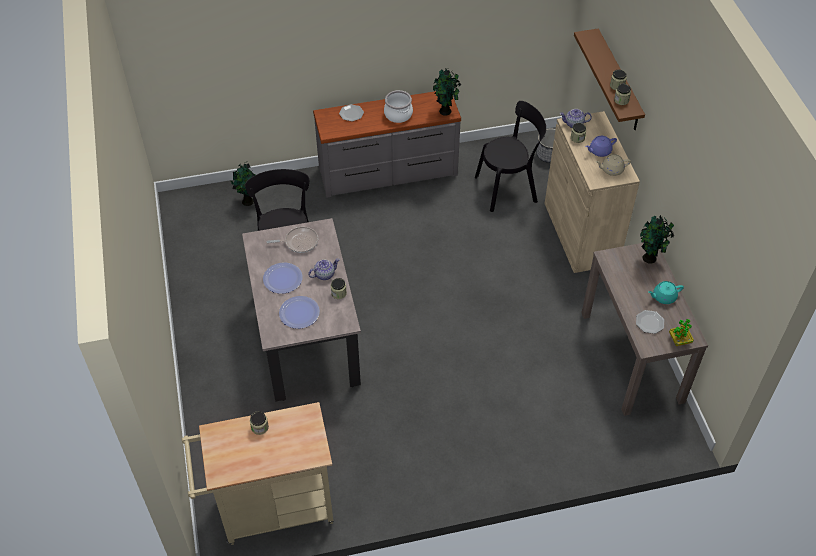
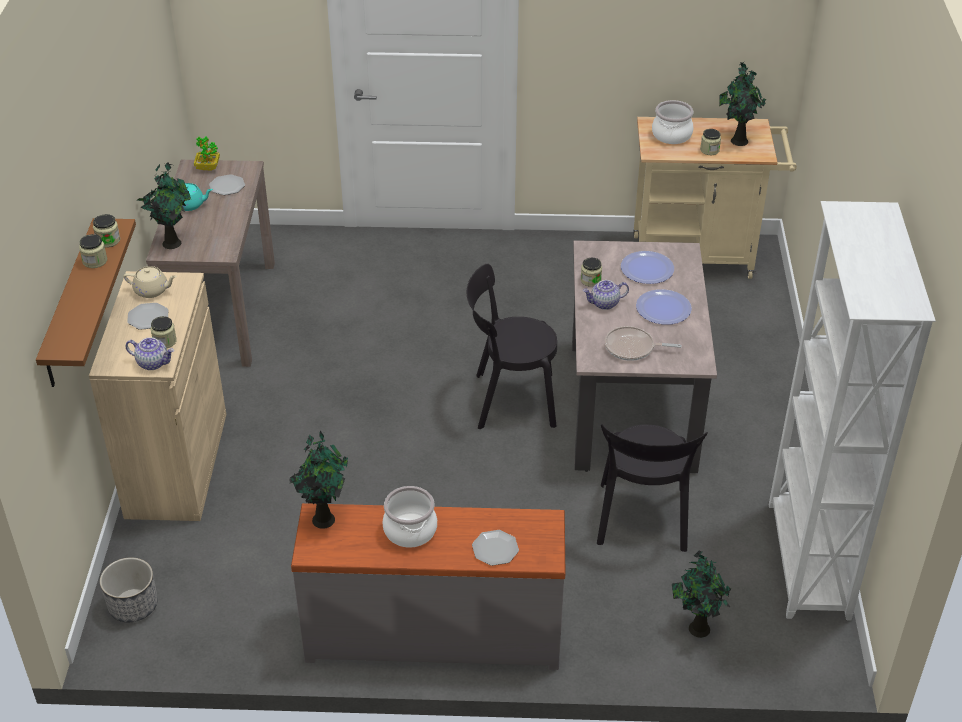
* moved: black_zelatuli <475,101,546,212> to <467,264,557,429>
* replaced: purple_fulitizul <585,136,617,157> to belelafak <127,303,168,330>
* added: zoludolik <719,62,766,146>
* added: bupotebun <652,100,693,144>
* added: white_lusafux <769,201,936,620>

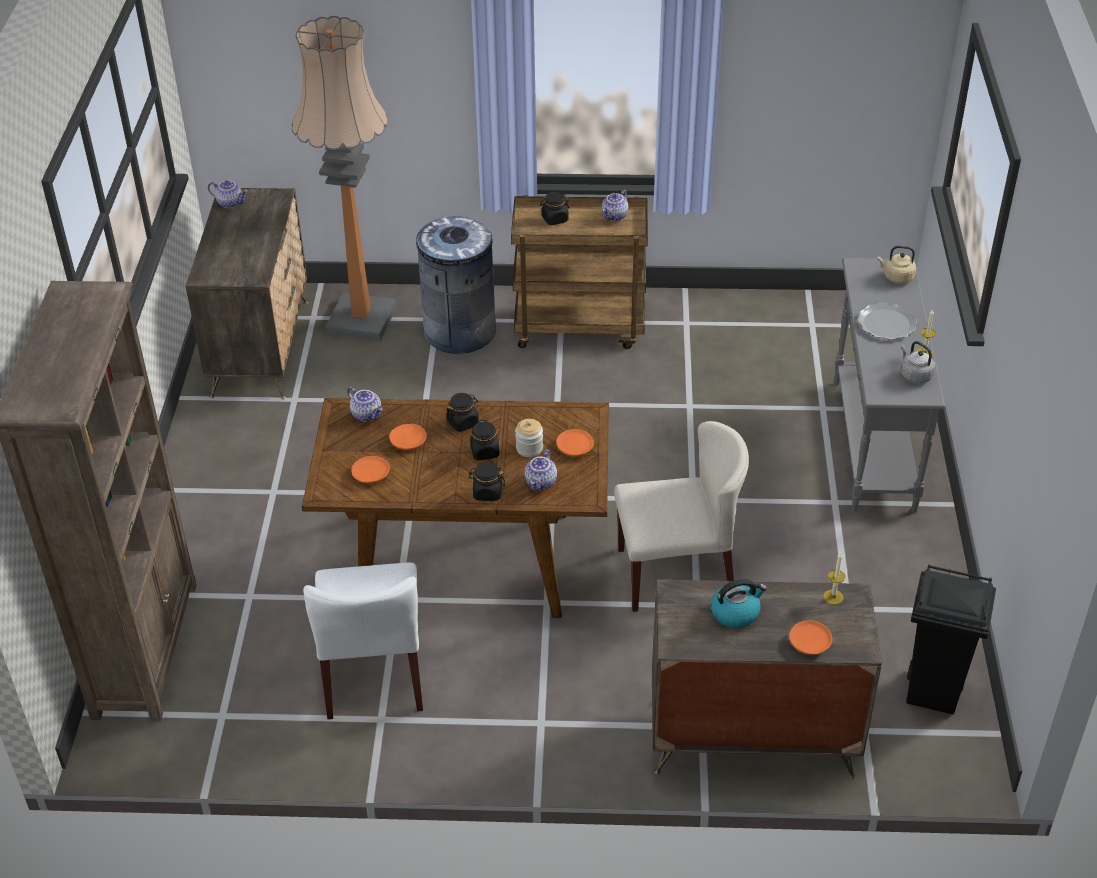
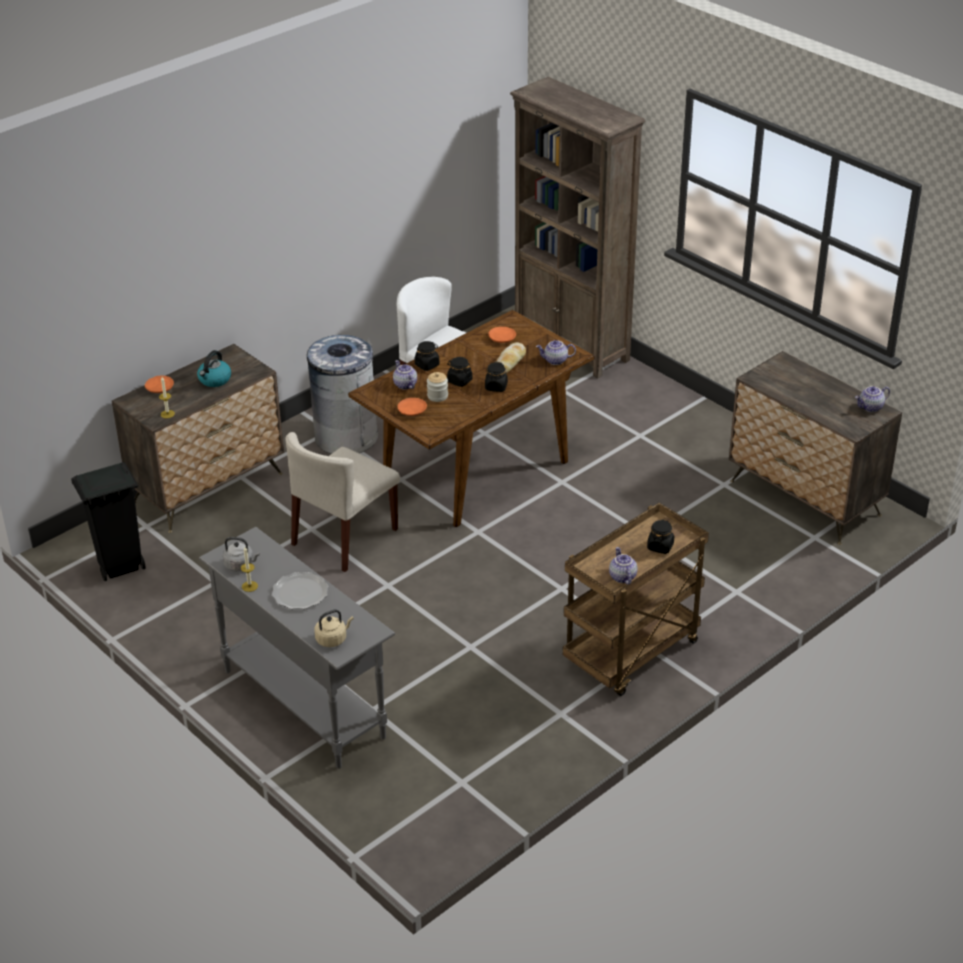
* removed: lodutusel <292,16,397,341>
* moved: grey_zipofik <414,216,496,354> to <307,335,378,454>
* replaced: orange_belelafak <389,424,427,450> to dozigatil <496,343,526,373>

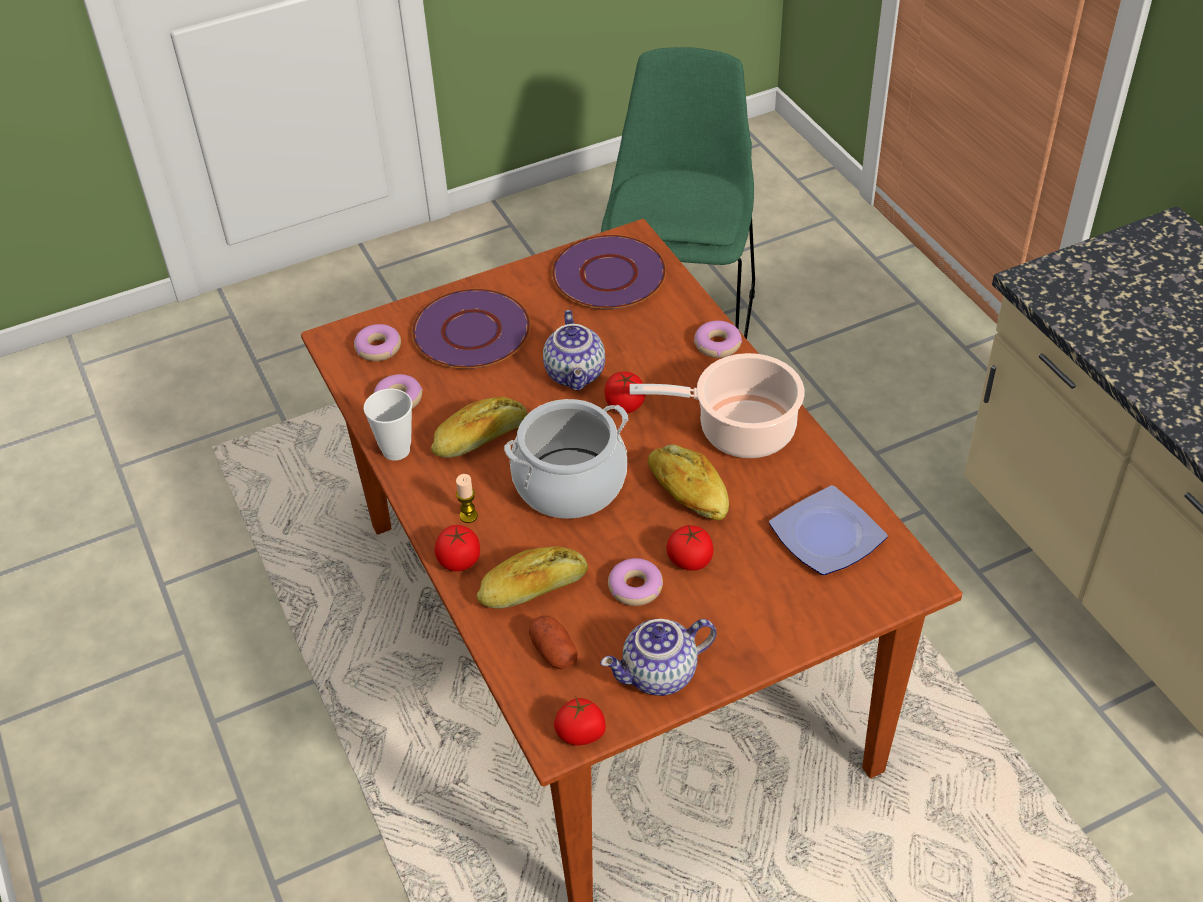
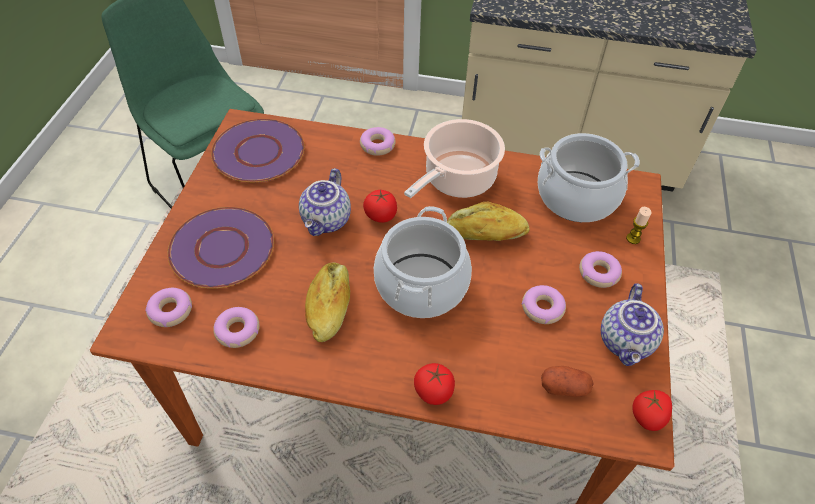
* turned: fulitizul <543,310,605,391> = <299,168,351,236> 75 degrees clockwise
* removed: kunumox <363,389,412,461>
* moved: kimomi <456,474,478,523> to <626,207,652,244>
* replaced: belelafak <769,485,888,575> to bupotebun <538,133,640,222>
* removed: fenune <666,525,713,571>
* removed: dozigatil <476,546,588,609>
* added: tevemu <579,251,622,288>

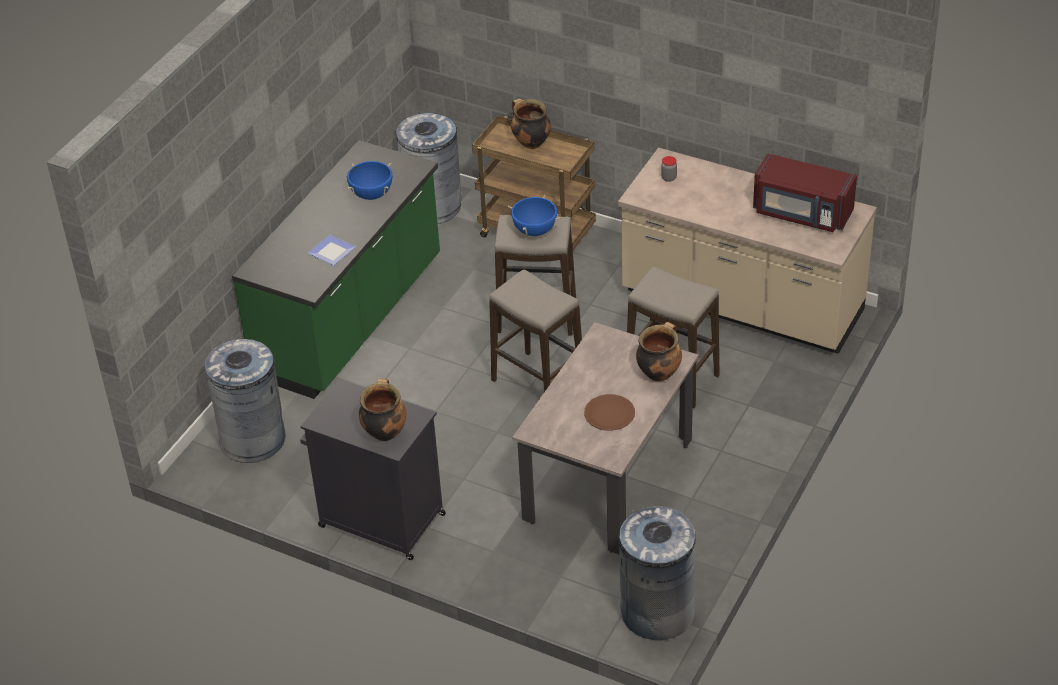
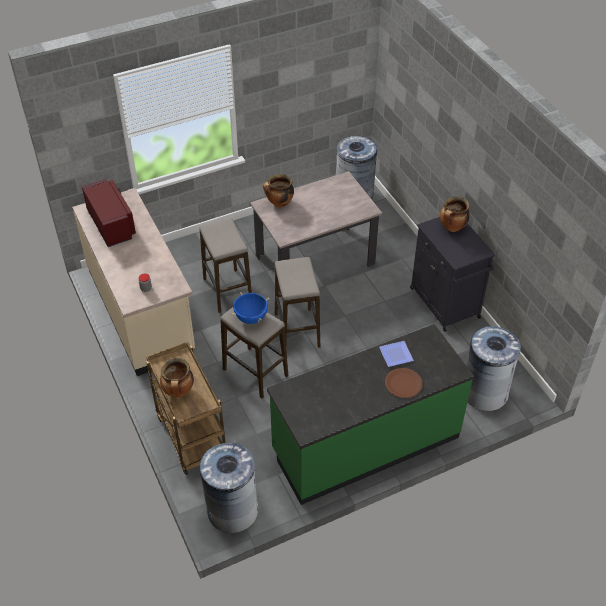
* removed: blue_bupotebun <347,161,393,200>
* moved: brown_belelafak <584,394,635,431> to <385,368,422,398>

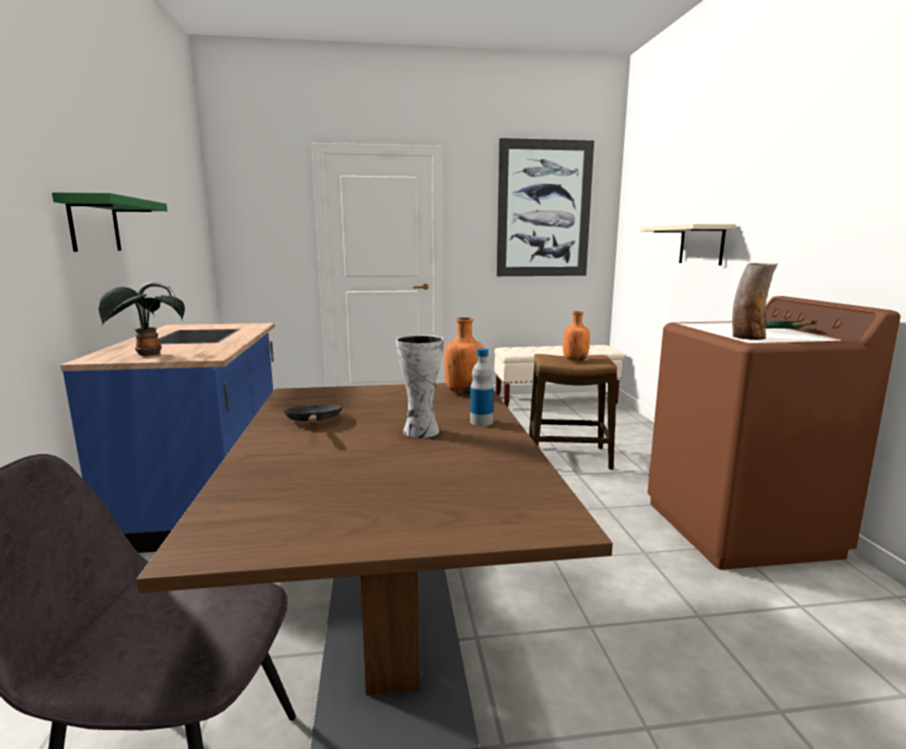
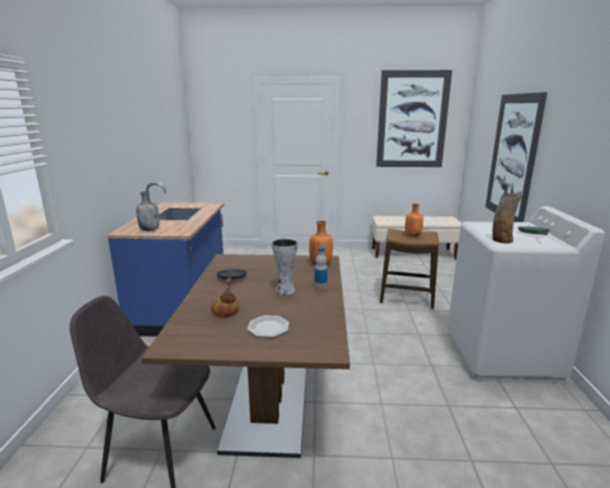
* removed: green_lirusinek <52,192,167,252>
* replaced: beige_lirusinek <641,224,736,265> to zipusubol <485,92,547,222>
* replaced: zoludolik <99,287,185,356> to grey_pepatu <136,192,159,231>
* recoloured: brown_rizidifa <647,296,900,570> to white_rizidifa <448,206,605,383>
* added: dozigatil <211,291,240,318>
* added: belelafak <247,315,289,337>

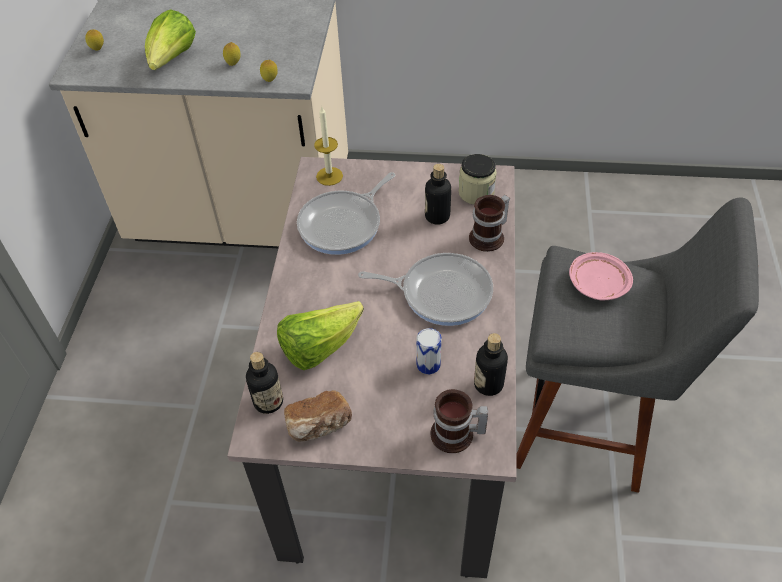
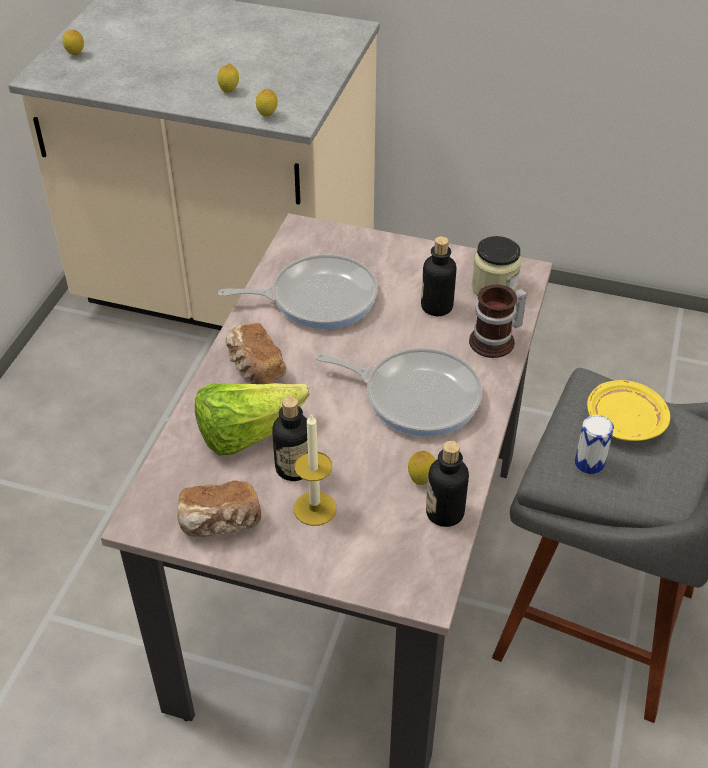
* removed: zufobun <145,9,196,70>
* moved: kimomi <314,105,343,186> to <294,413,336,526>
* turned: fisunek <297,172,396,255> = <218,254,378,329> 150 degrees counterclockwise
* recoloured: pink_belelafak <569,252,633,300> to yellow_belelafak <587,380,670,441>
* moved: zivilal <416,328,442,374> to <575,415,614,474>
* moved: pepatu <246,352,283,414> to <272,396,308,481>
* removed: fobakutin <430,389,488,453>
* added: dozigatil <225,323,286,384>
* added: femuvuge <408,450,435,485>

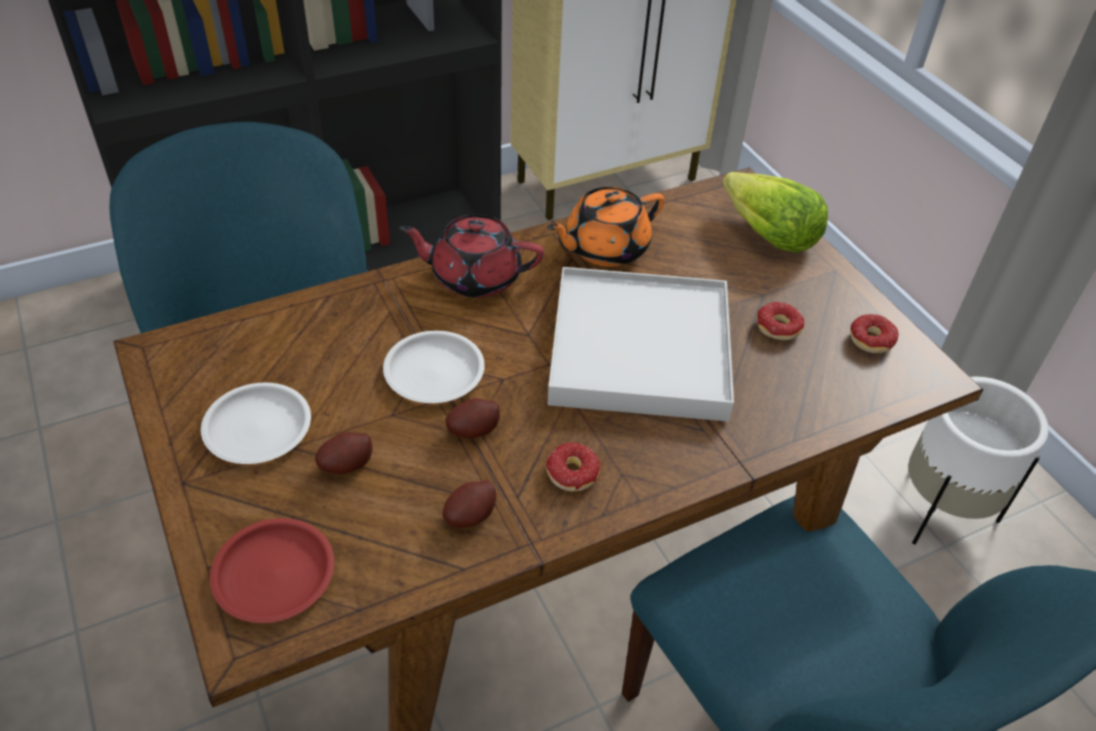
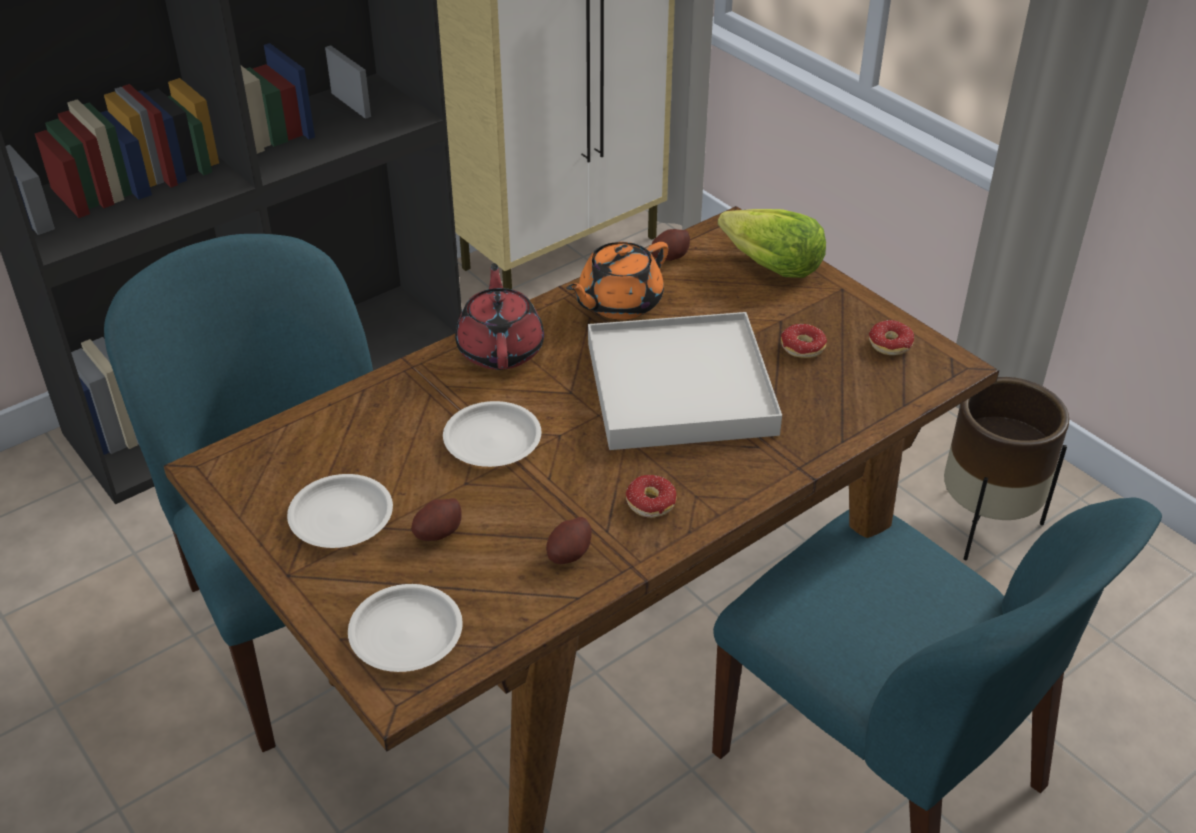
* turned: red_fulitizul <399,214,544,298> = <455,263,544,370> 90 degrees clockwise
* recoloured: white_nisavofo <908,377,1049,545> to brown_nisavofo <944,377,1069,561>
* moved: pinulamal <445,398,500,438> to <651,229,690,261>
* recoloured: red_belelafak <210,518,334,623> to white_belelafak <348,584,463,672>

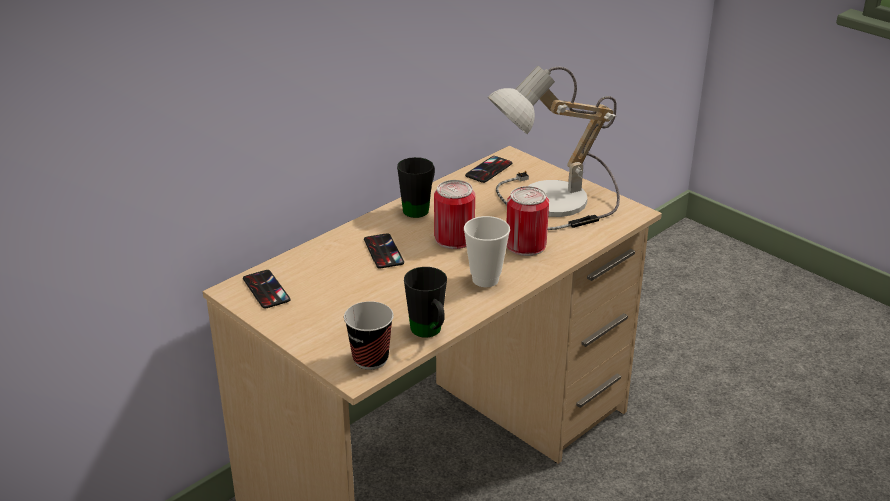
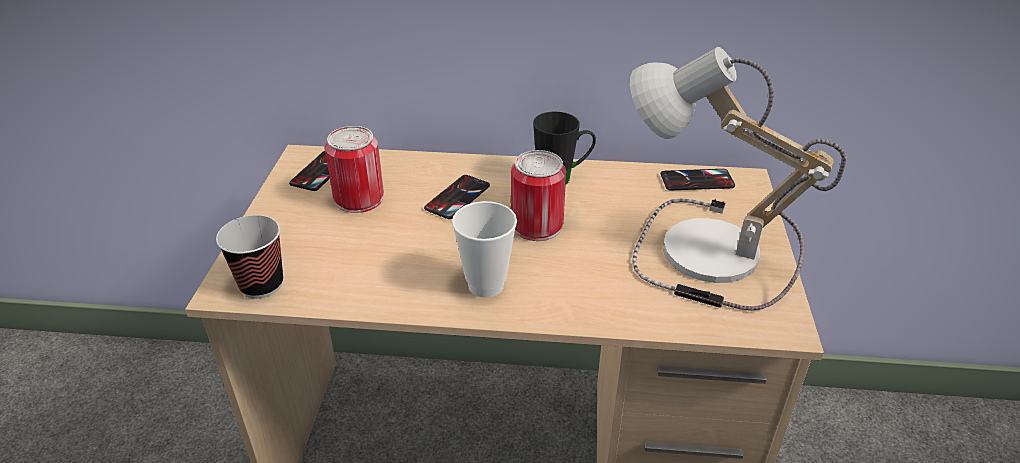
* moved: zivilal <507,186,549,256> to <325,126,384,213>
* removed: black_fobakutin <404,267,447,338>

